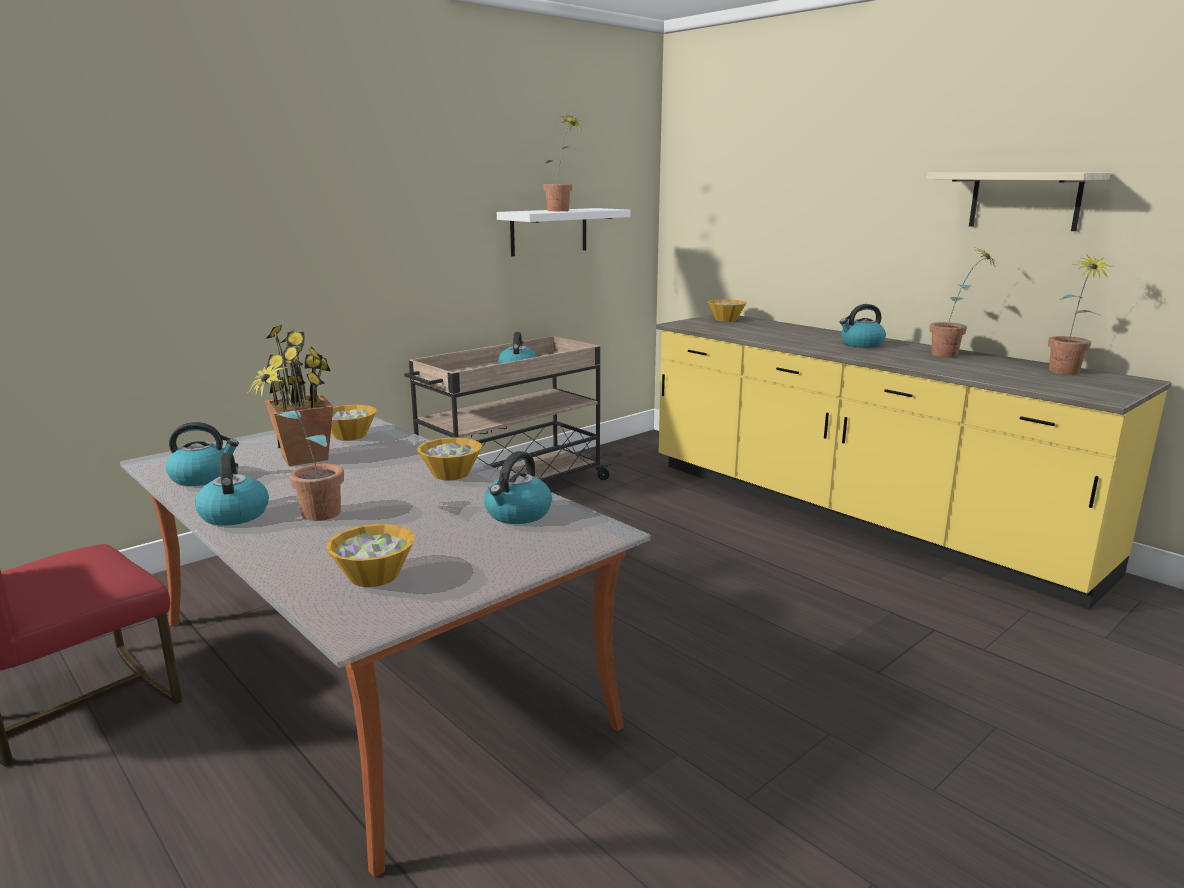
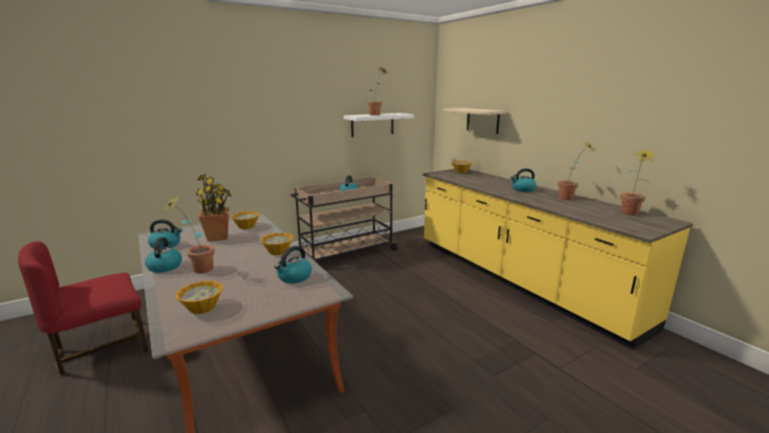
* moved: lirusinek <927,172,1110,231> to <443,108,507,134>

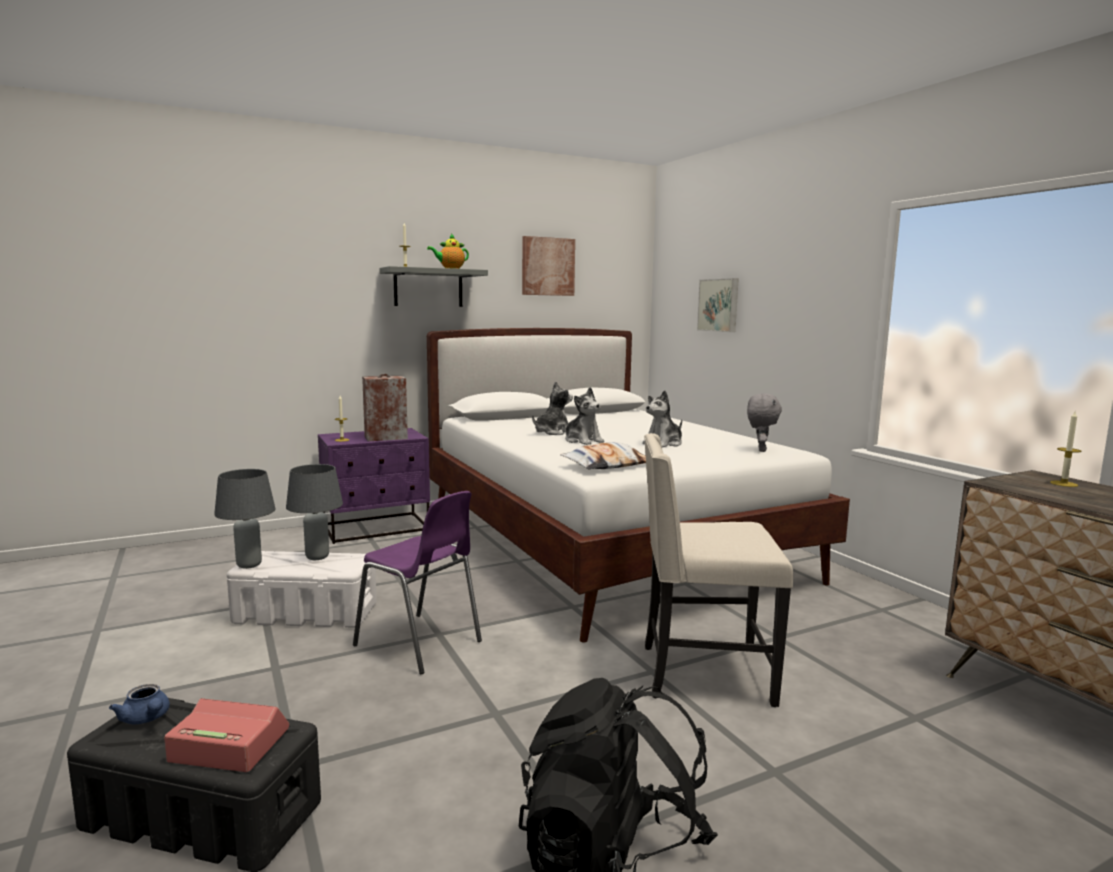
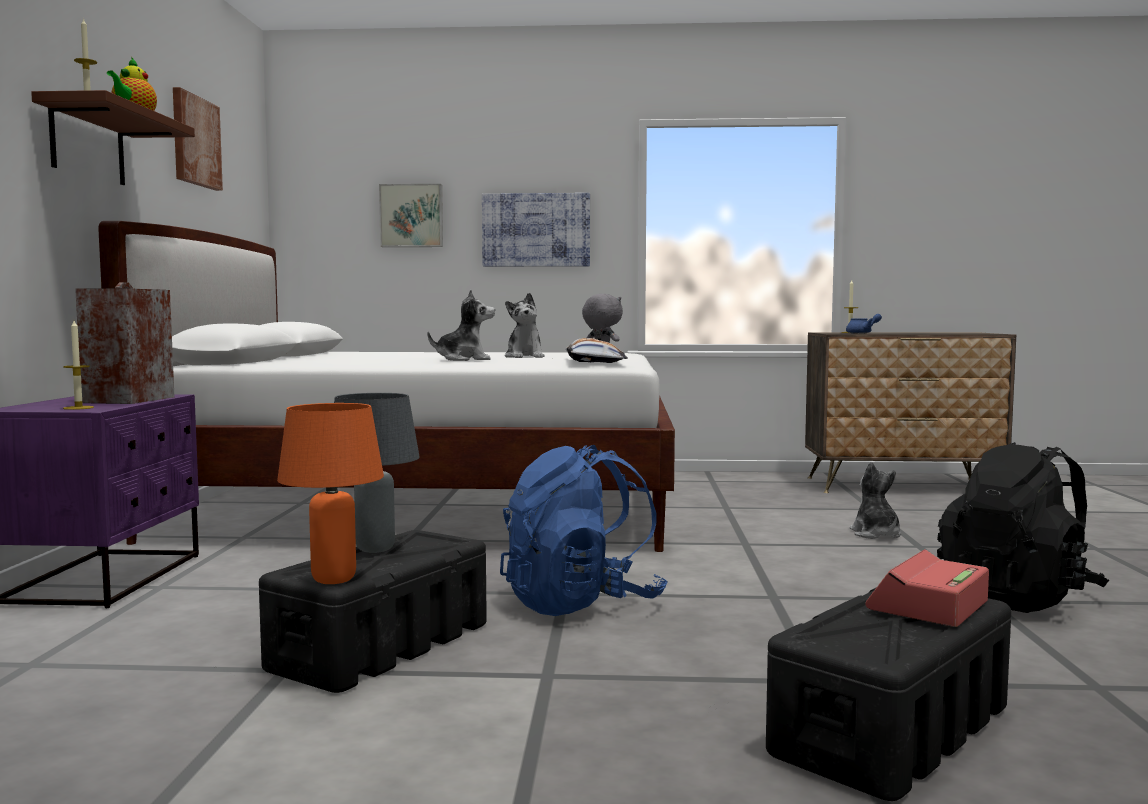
* recoloured: grey_lirusinek <379,266,488,307> to brown_lirusinek <31,90,195,185>
* moved: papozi <532,381,573,435> to <849,462,901,539>
* removed: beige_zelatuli <644,433,793,707>
* recoloured: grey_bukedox <214,469,276,569> to orange_bukedox <277,403,384,584>
* replaced: purple_zelatuli <353,491,482,674> to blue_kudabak <500,445,668,616>
* recoloured: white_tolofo <227,551,377,628> to black_tolofo <259,530,487,693>
* moved: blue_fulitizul <109,684,170,725> to <846,314,882,334>
* added: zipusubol <482,193,590,267>

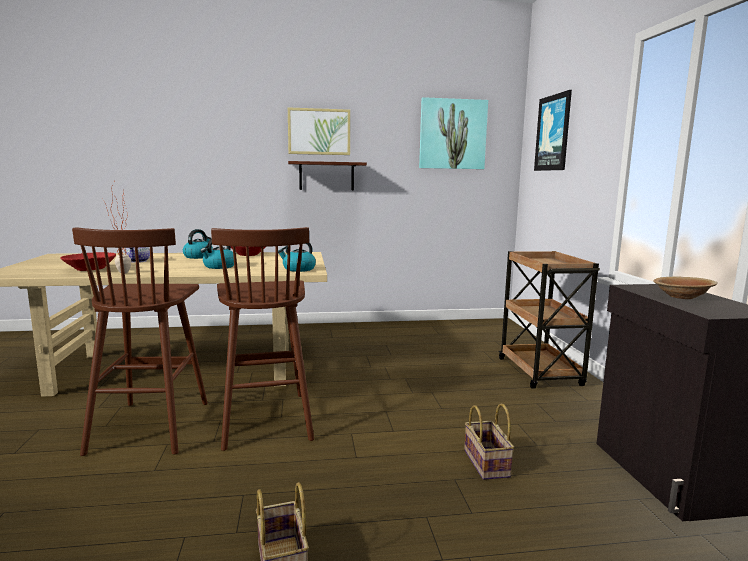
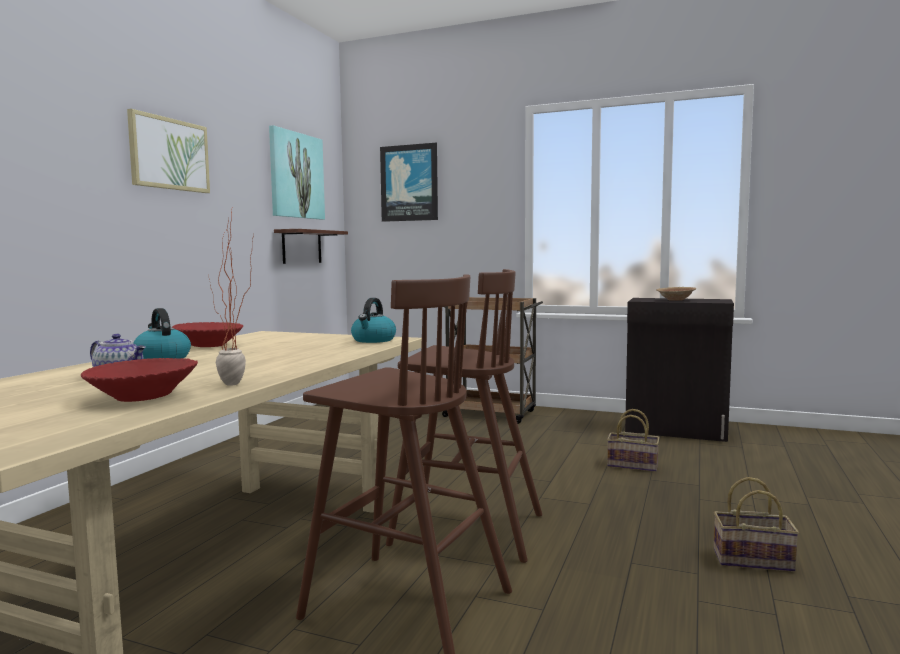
* moved: lirusinek <288,161,367,190> to <274,229,348,264>
* removed: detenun <200,238,234,269>

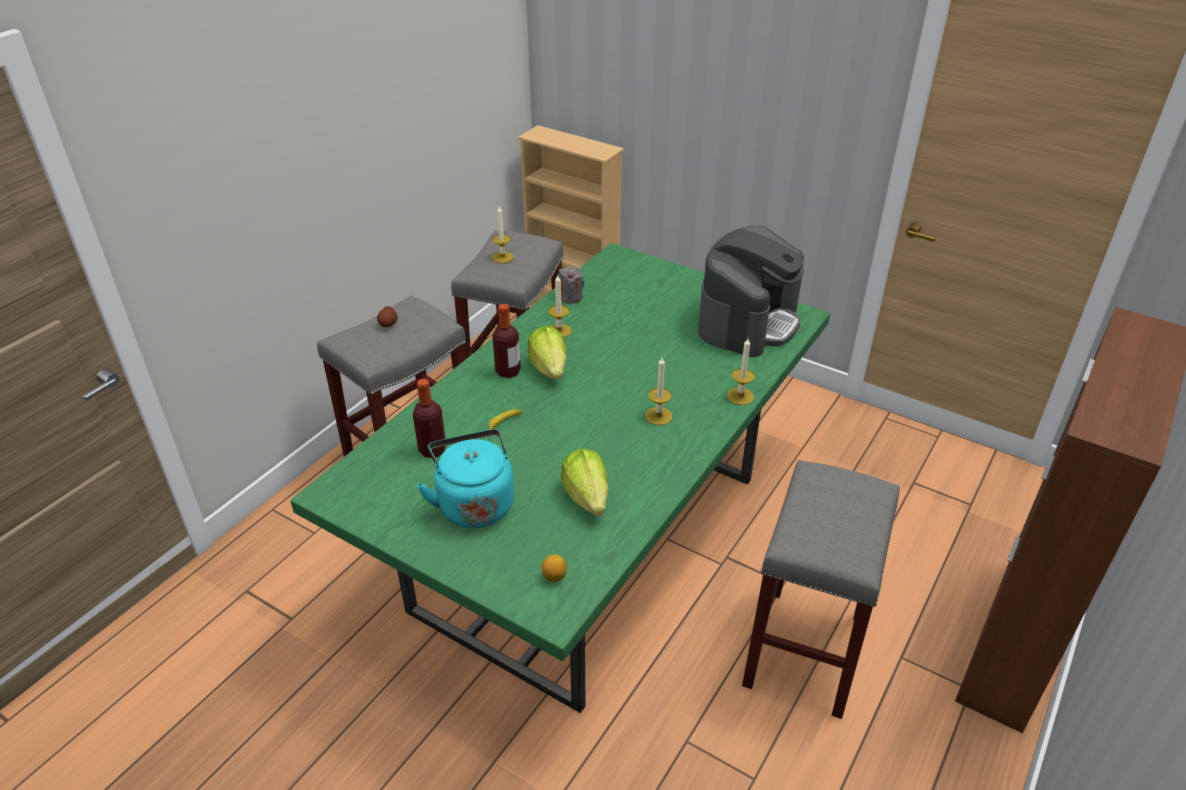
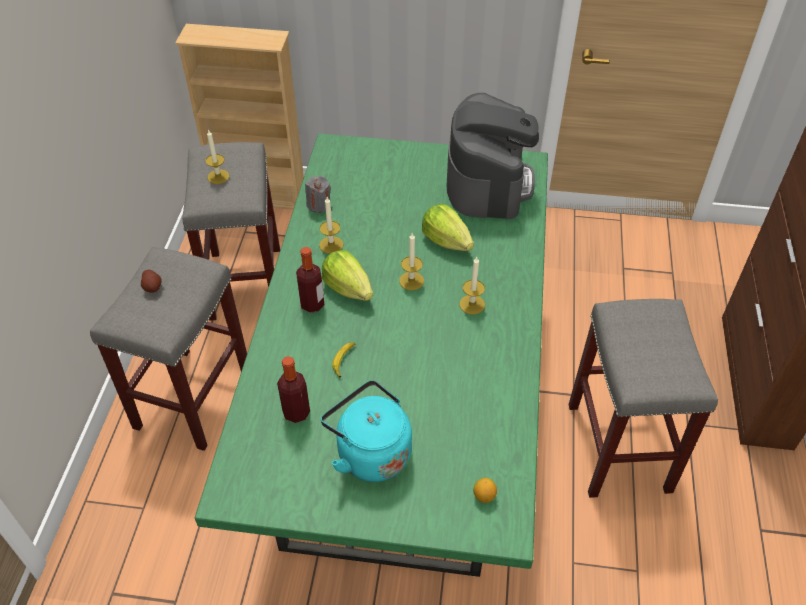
* moved: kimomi <727,338,755,405> to <399,233,424,290>
* moved: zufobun <561,449,608,516> to <422,204,474,251>

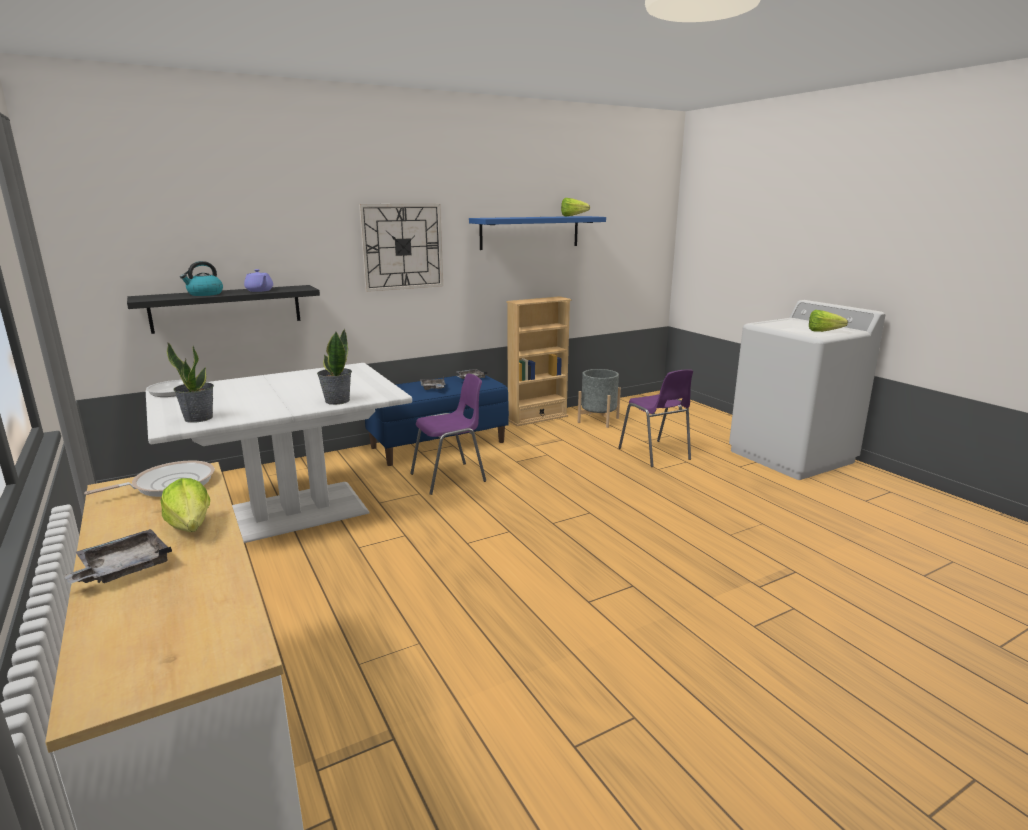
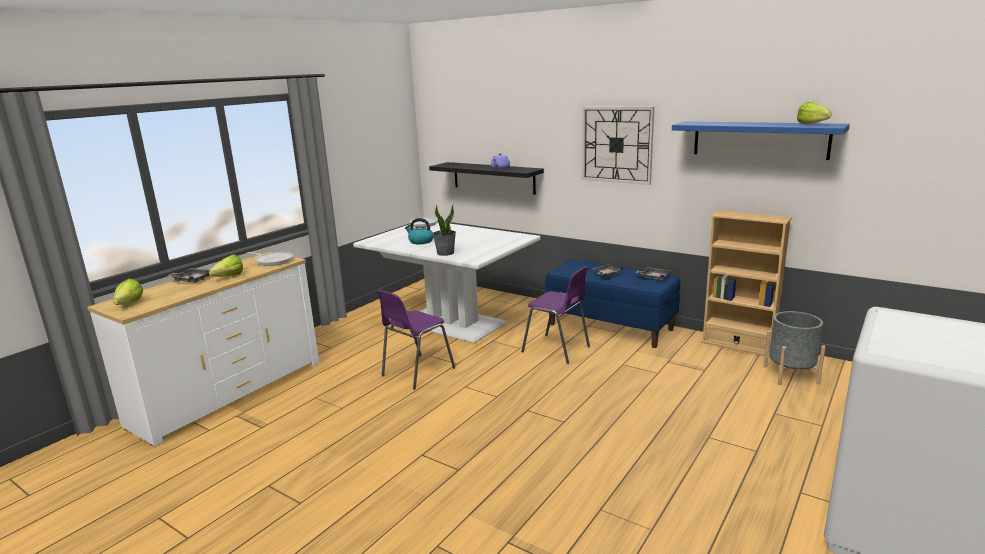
* moved: detenun <180,261,223,296> to <405,218,433,244>
* moved: zufobun <809,310,848,332> to <113,279,143,305>
* removed: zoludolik <167,342,214,423>
* moved: purple_zelatuli <618,369,693,467> to <377,290,455,390>

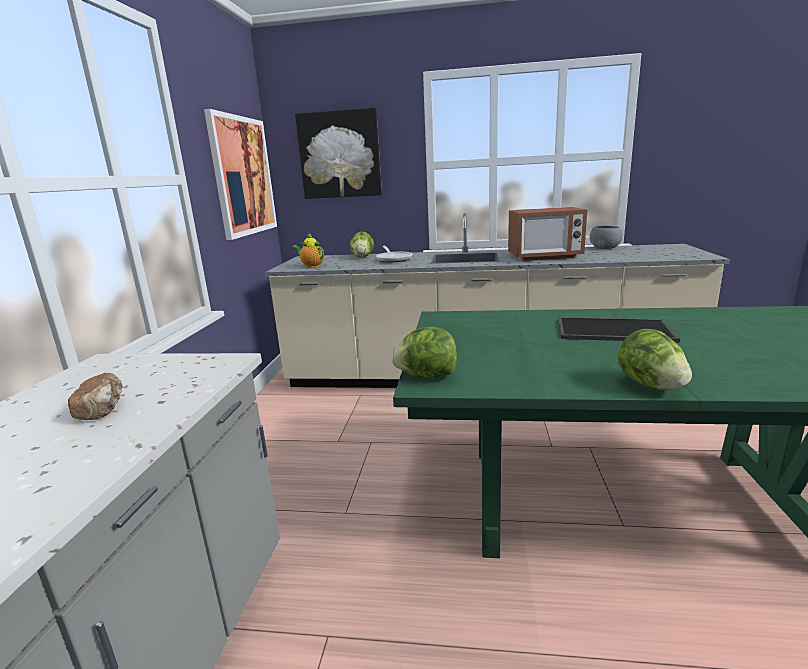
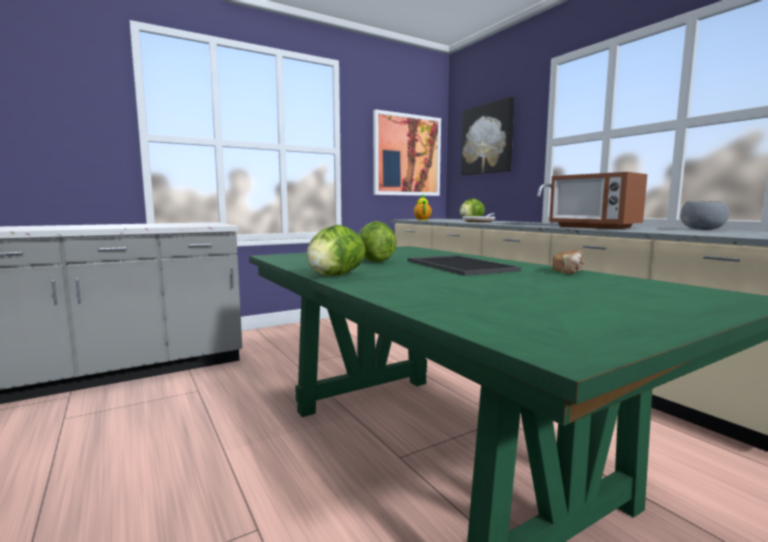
* moved: zufobun <391,327,457,378> to <358,221,397,262>
* moved: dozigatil <68,373,123,420> to <552,250,586,274>

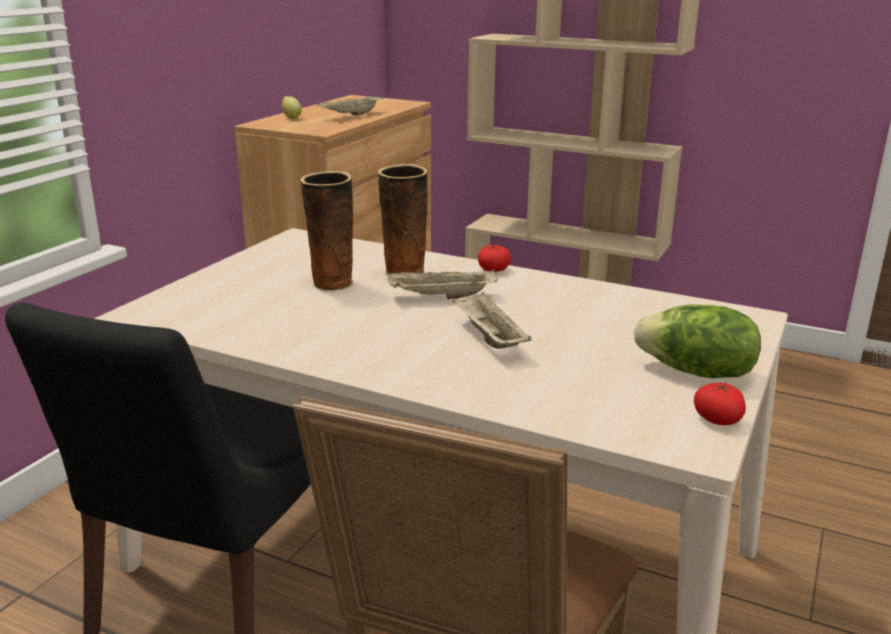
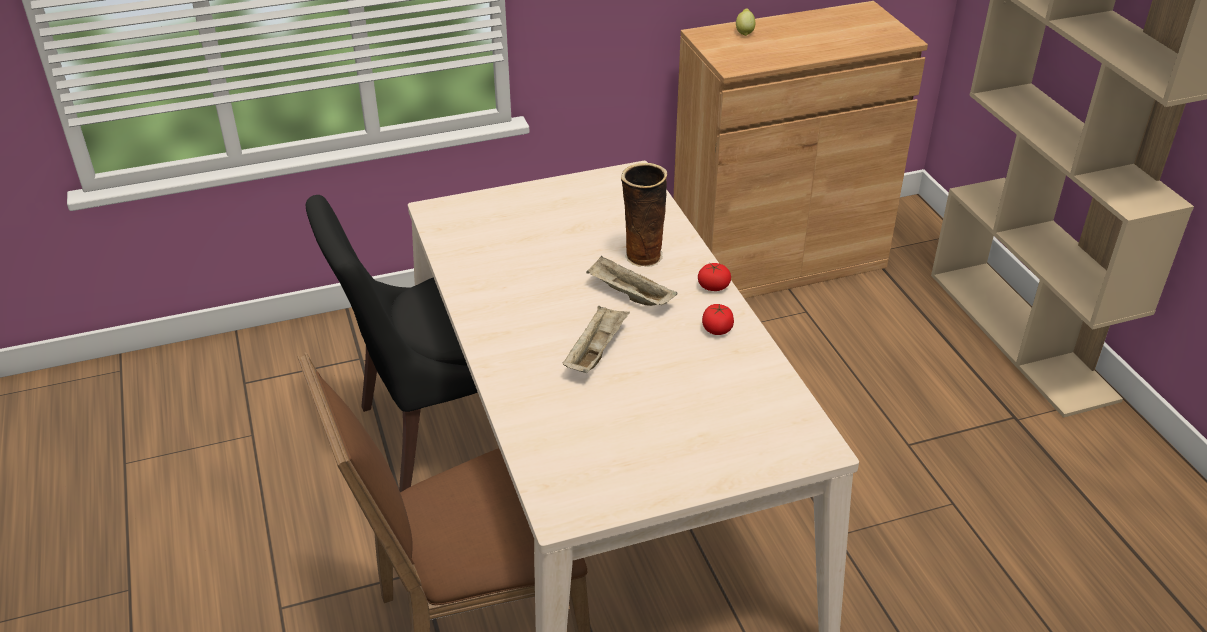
* removed: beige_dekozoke <317,94,384,116>
* removed: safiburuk <300,171,354,291>
* removed: zufobun <634,304,761,378>
* moved: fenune <694,382,746,425> to <702,304,734,335>

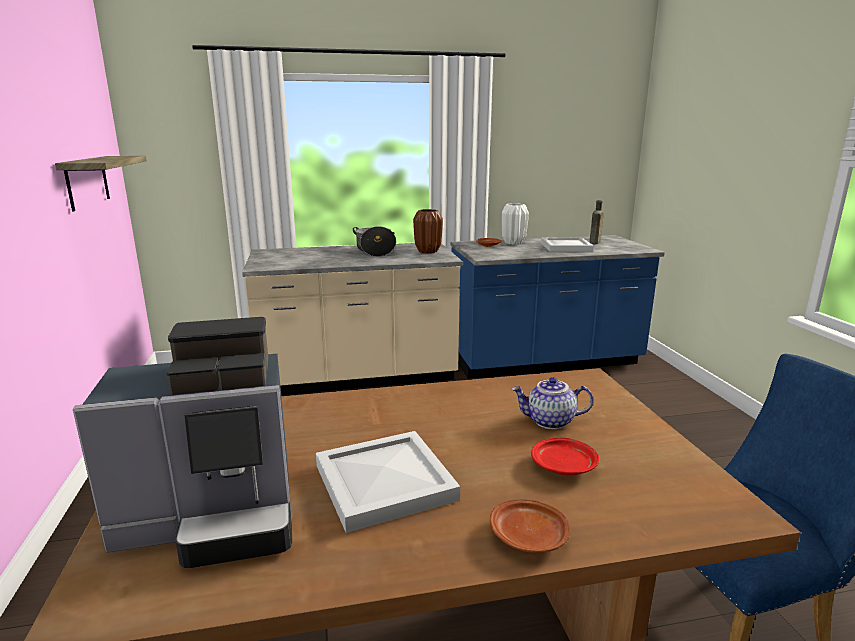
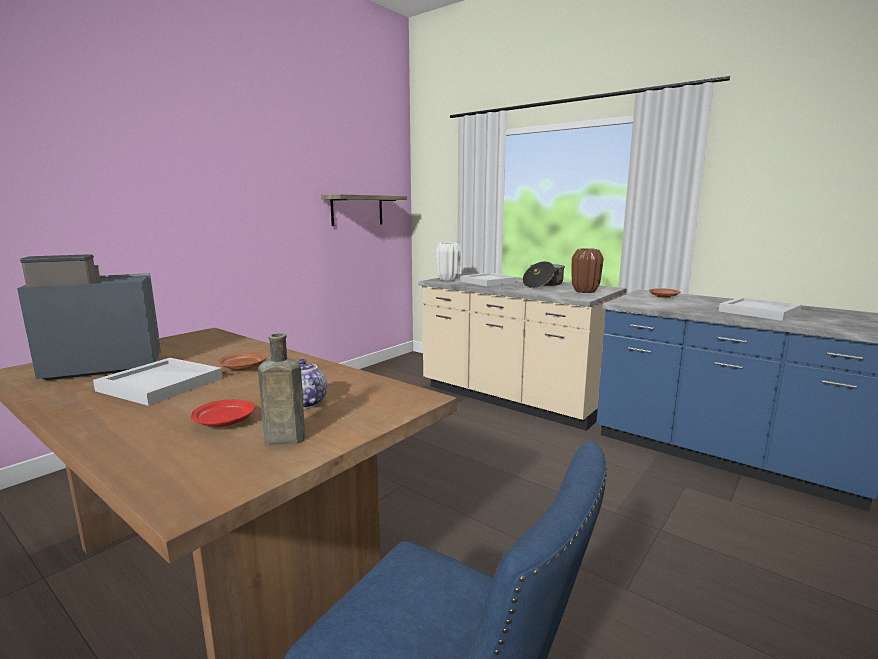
* moved: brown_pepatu <589,200,604,244> to <258,333,305,446>
* moved: white_safiburuk <502,203,529,245> to <436,242,461,281>
* turned: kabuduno <73,317,292,568> = <17,254,161,380> 120 degrees clockwise
* moved: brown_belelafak <490,499,570,553> to <218,352,266,371>
* added: white_dekozoke <460,273,517,286>

